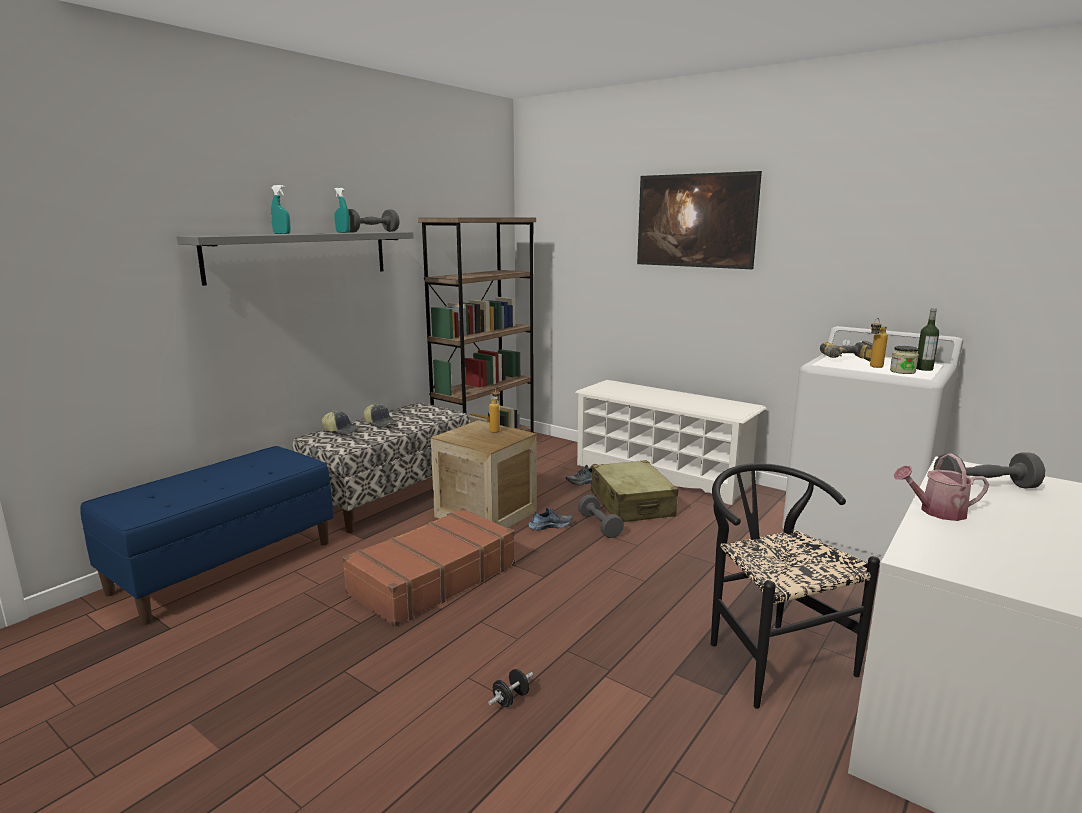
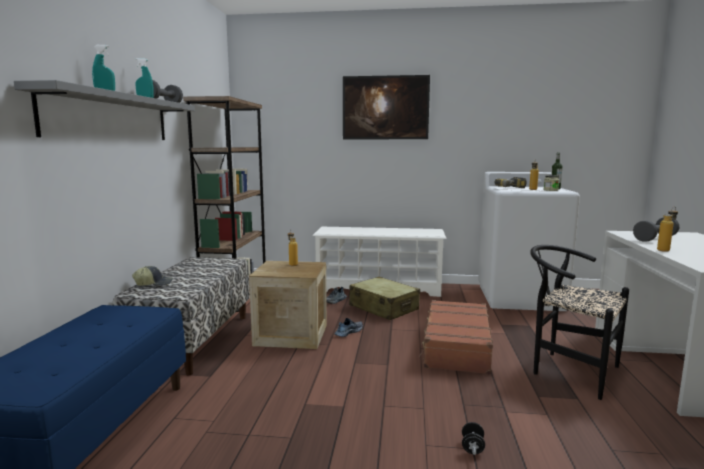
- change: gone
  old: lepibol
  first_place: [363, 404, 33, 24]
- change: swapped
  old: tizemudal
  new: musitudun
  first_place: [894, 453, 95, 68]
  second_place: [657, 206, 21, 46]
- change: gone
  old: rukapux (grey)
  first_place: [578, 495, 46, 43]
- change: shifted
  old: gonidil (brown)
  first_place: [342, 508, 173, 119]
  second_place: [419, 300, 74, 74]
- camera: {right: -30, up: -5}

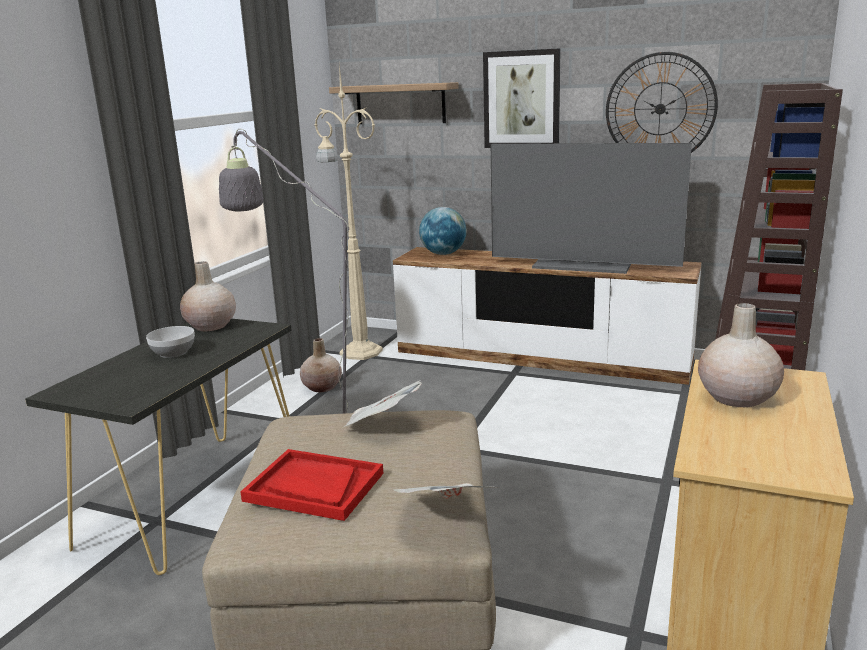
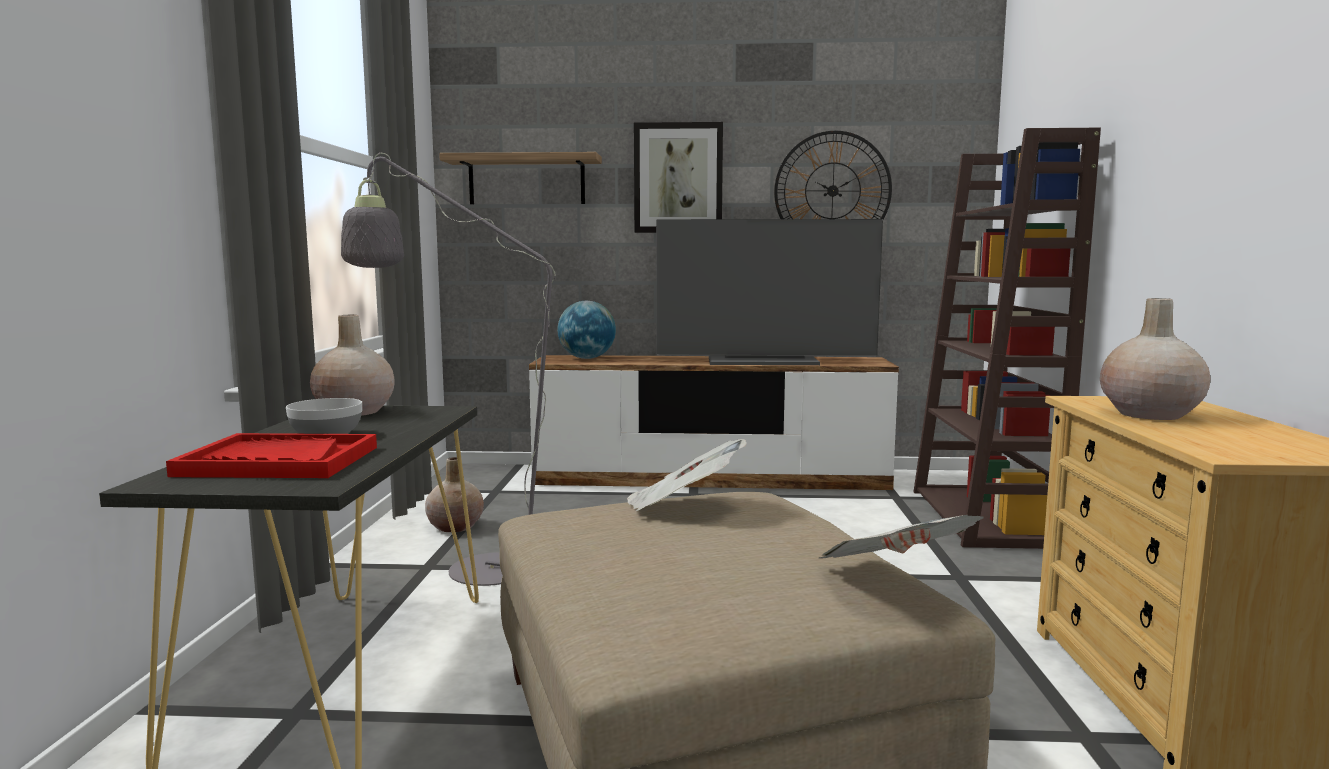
- change: gone
  old: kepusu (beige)
  first_place: [315, 65, 68, 295]
- change: shifted
  old: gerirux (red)
  first_place: [241, 449, 143, 72]
  second_place: [166, 433, 211, 45]
- camera: {right: -20, up: -10}

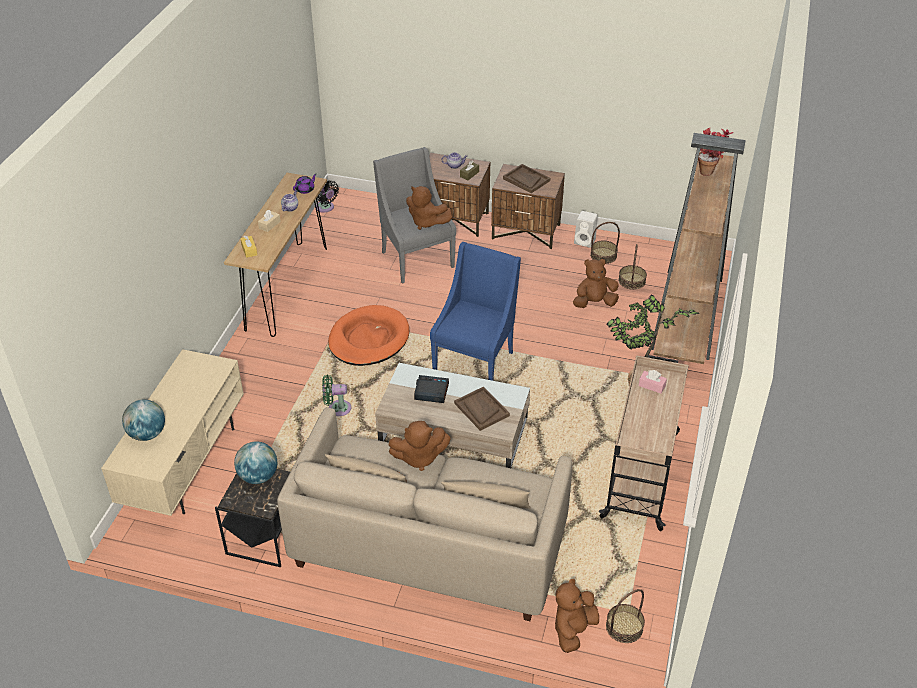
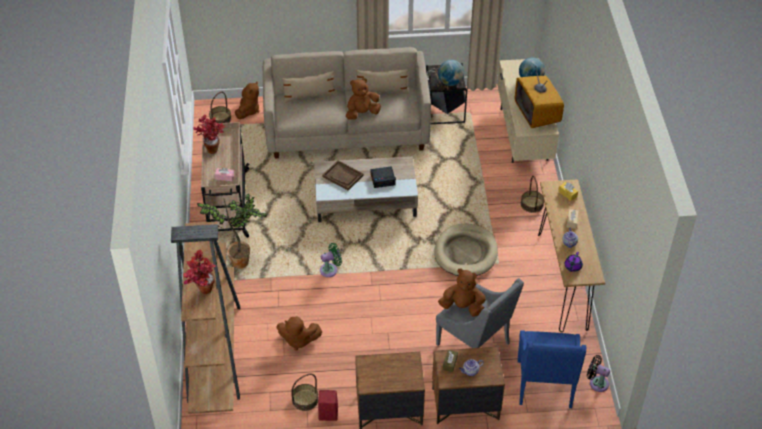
- change: gone
  old: gerirux (brown)
  first_place: [503, 164, 47, 29]
- change: repainted
  old: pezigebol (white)
  new: pezigebol (red)
  first_place: [574, 211, 24, 37]
  second_place: [318, 390, 20, 31]
- change: shifted
  old: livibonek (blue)
  first_place: [430, 242, 91, 139]
  second_place: [517, 330, 69, 78]
- change: shifted
  old: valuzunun
  first_place: [618, 244, 29, 46]
  second_place: [521, 176, 23, 37]
- change: rotated
  old: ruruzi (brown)
  first_place: [573, 259, 46, 49]
  second_place: [276, 316, 47, 35]
  degrees: 45
- change: repainted
  old: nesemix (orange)
  new: nesemix (beige)
  first_place: [328, 305, 81, 61]
  second_place: [434, 224, 64, 52]
- change: shifted
  old: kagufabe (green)
  first_place: [322, 375, 29, 41]
  second_place: [320, 243, 22, 34]
- change: new
  new: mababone
  second_place: [515, 66, 49, 62]
- change: new
  new: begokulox
  second_place: [193, 115, 32, 39]
- camera: {right: 160, up: 5}

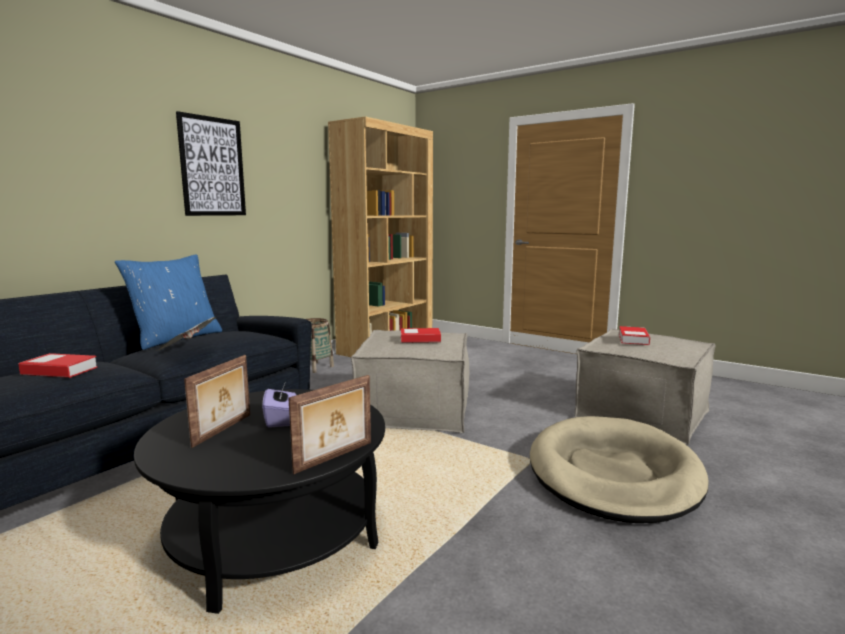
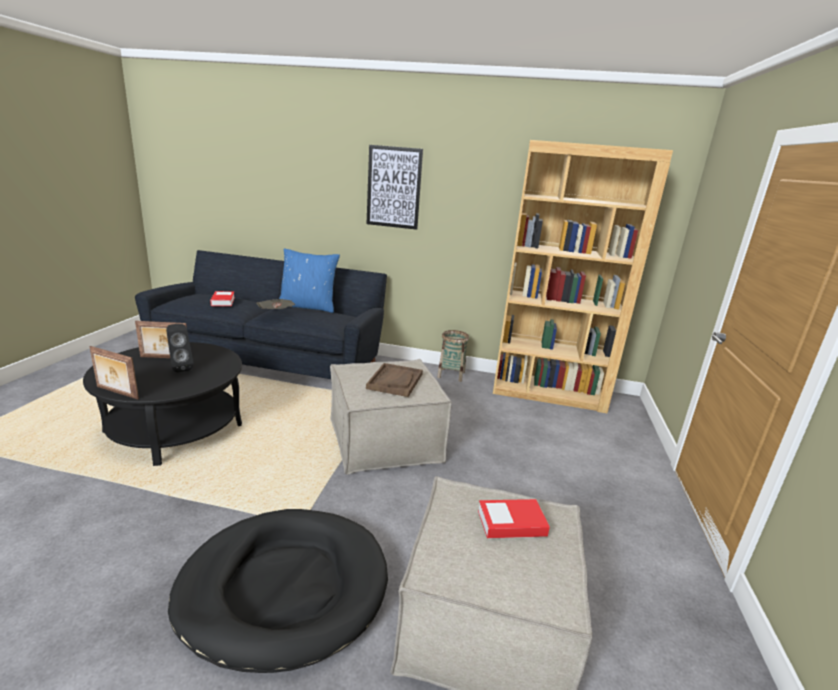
- change: swapped
  old: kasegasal
  new: gerirux (brown)
  first_place: [401, 328, 40, 15]
  second_place: [366, 363, 57, 34]
- change: swapped
  old: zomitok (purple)
  new: pezigebol (black)
  first_place: [262, 384, 34, 44]
  second_place: [166, 324, 28, 48]
- change: repainted
  old: nesemix (beige)
  new: nesemix (black)
  first_place: [530, 416, 179, 107]
  second_place: [168, 509, 220, 164]
- camera: {right: 65, up: 10}

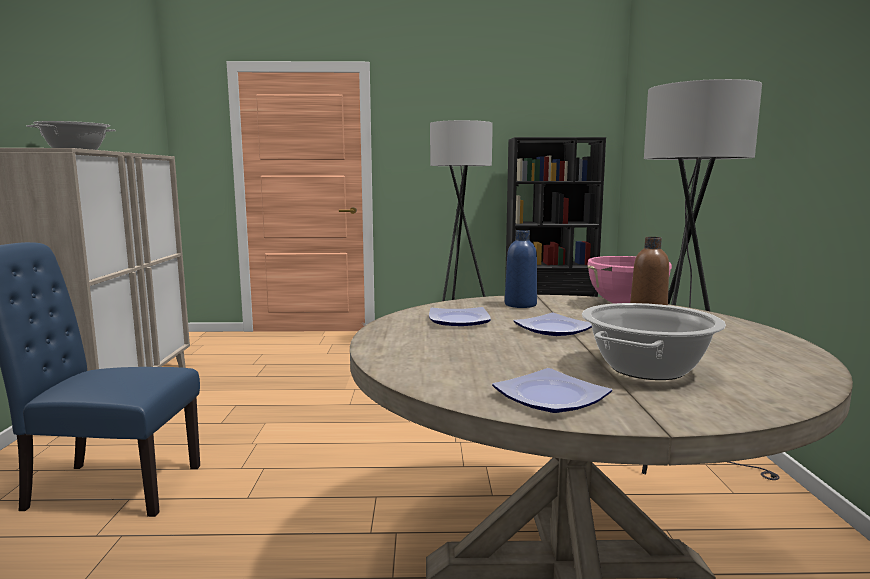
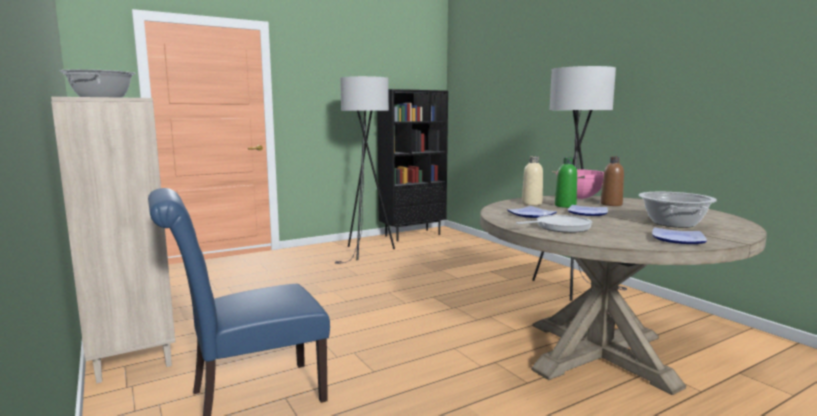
- change: repainted
  old: musitudun (blue)
  new: musitudun (beige)
  first_place: [505, 230, 32, 78]
  second_place: [522, 156, 21, 49]
- change: new
  new: musitudun (green)
  second_place: [555, 157, 22, 51]
- change: new
  new: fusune
  second_place: [516, 215, 76, 18]
- camera: {right: -30, up: 0}

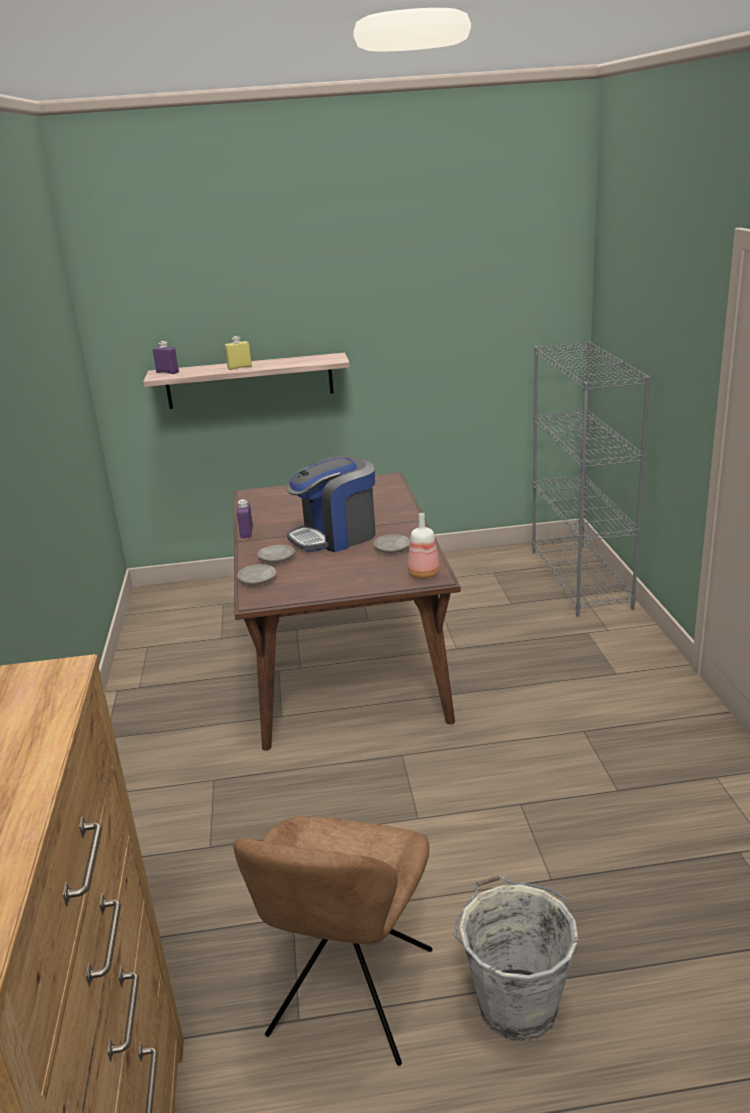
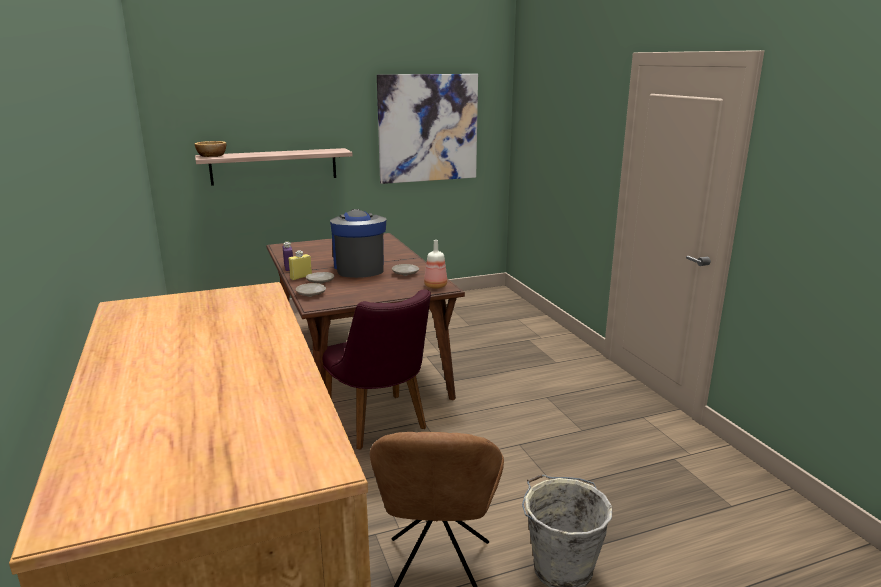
- change: shifted
  old: musitudun (yellow)
  first_place: [225, 336, 27, 34]
  second_place: [288, 250, 24, 30]
- change: swapped
  old: musitudun (purple)
  new: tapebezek
  first_place: [153, 341, 26, 33]
  second_place: [195, 141, 31, 16]
- change: gone
  old: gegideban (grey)
  first_place: [532, 341, 118, 276]
- change: rotated
  old: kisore
  first_place: [285, 456, 91, 96]
  second_place: [330, 209, 56, 69]
  degrees: 120
- change: new
  new: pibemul
  second_place: [377, 74, 101, 110]
- change: new
  new: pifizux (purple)
  second_place: [323, 289, 108, 161]
- camera: {right: -15, up: -5}

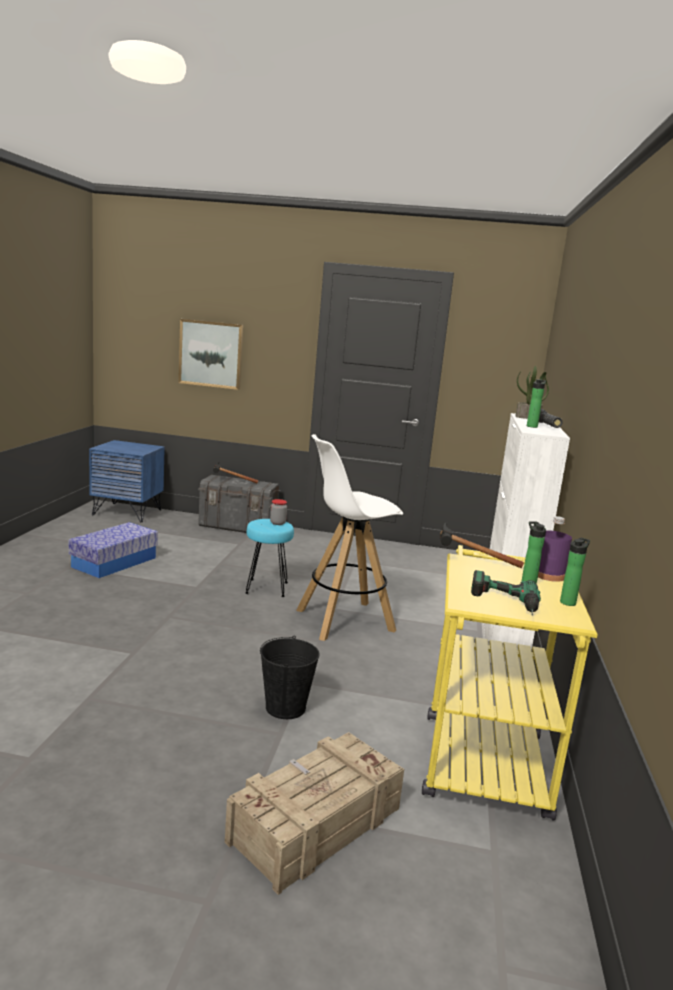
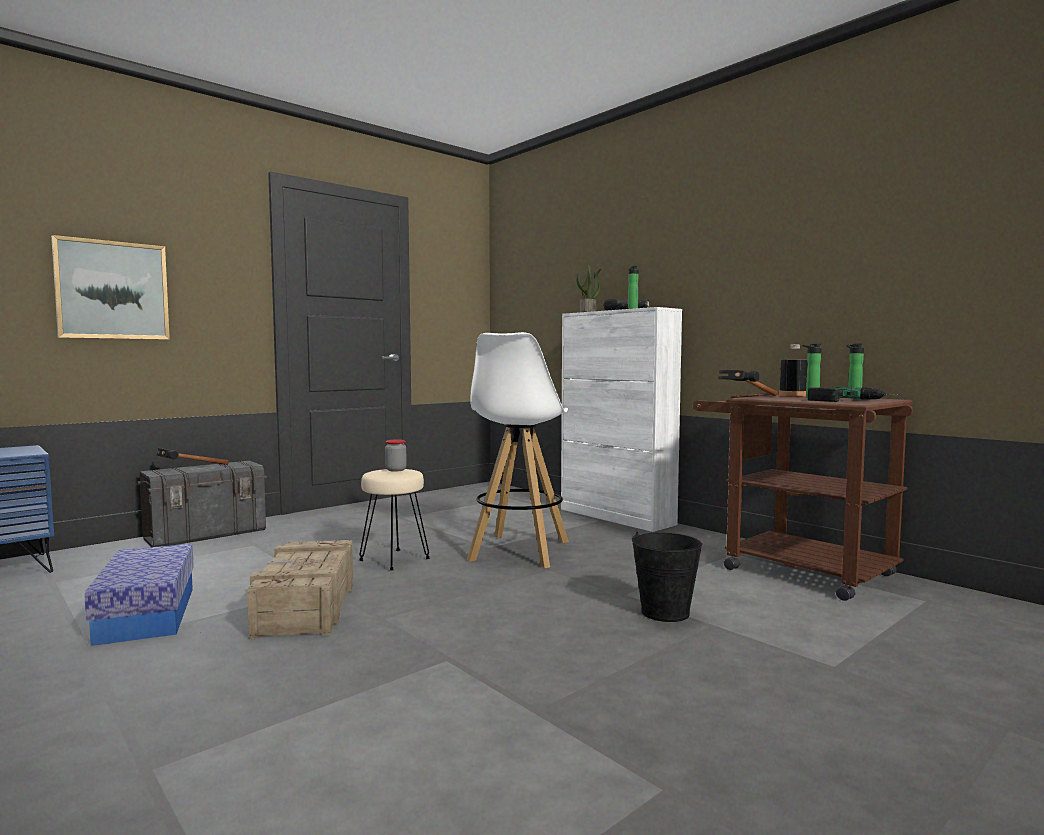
- change: repainted
  old: musitudun (purple)
  new: musitudun (black)
  first_place: [538, 516, 34, 66]
  second_place: [779, 344, 29, 52]
- change: repainted
  old: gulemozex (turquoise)
  new: gulemozex (beige)
  first_place: [245, 519, 49, 78]
  second_place: [359, 469, 71, 102]
- change: repainted
  old: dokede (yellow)
  new: dokede (brown)
  first_place: [422, 545, 176, 276]
  second_place: [693, 393, 220, 208]
- change: shifted
  old: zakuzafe
  first_place: [225, 732, 179, 163]
  second_place: [247, 540, 106, 99]
- camera: {right: -50, up: -10}

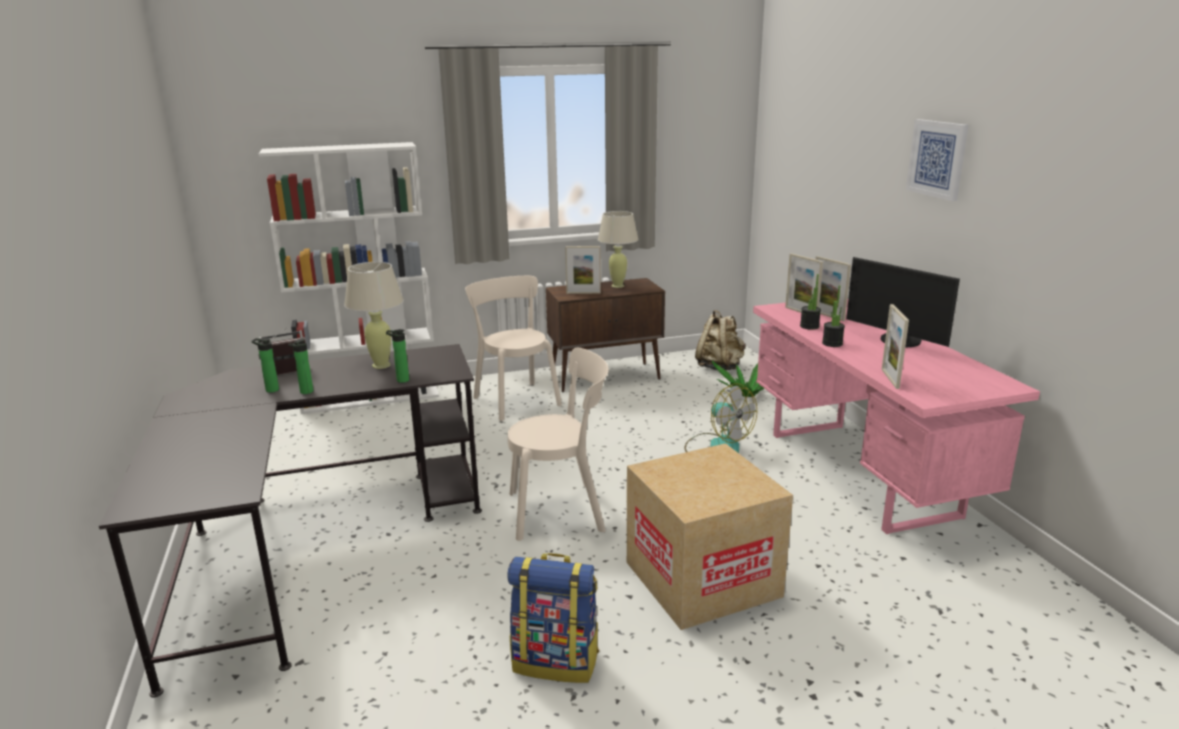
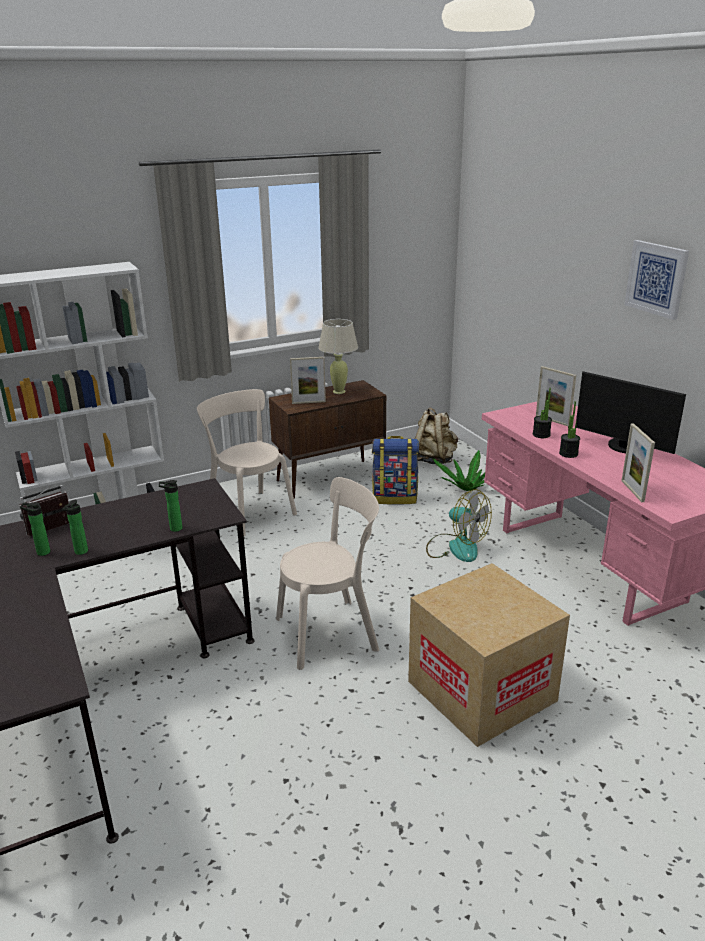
- change: gone
  old: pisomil
  first_place: [785, 253, 38, 60]
- change: gone
  old: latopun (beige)
  first_place: [344, 262, 59, 107]
- change: shifted
  old: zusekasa
  first_place: [508, 553, 91, 130]
  second_place: [372, 436, 47, 68]
- camera: {right: -10, up: 5}

